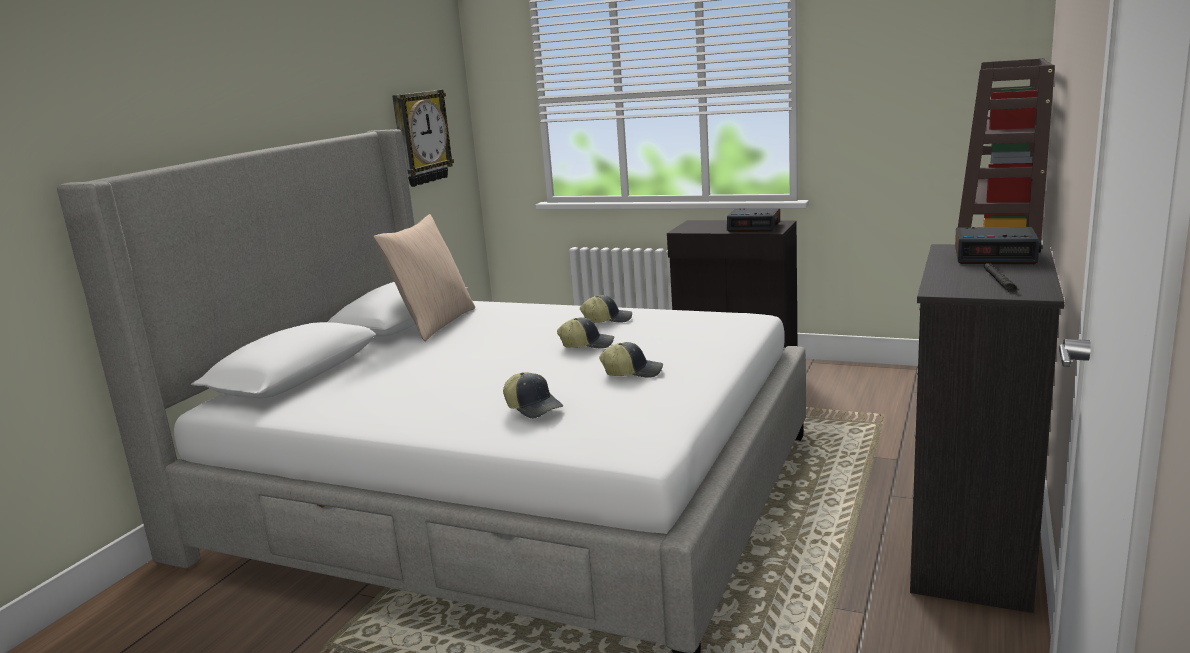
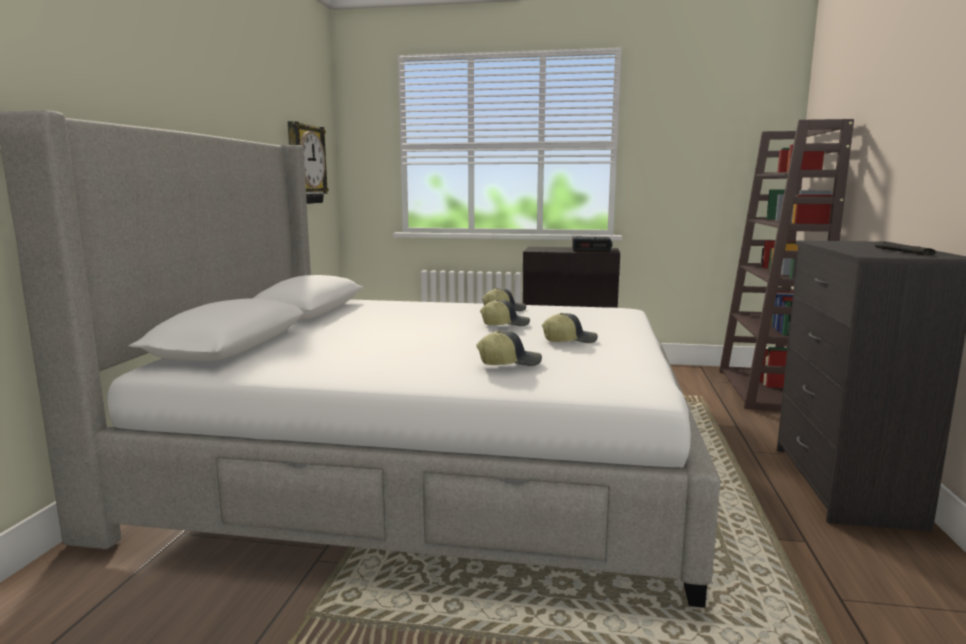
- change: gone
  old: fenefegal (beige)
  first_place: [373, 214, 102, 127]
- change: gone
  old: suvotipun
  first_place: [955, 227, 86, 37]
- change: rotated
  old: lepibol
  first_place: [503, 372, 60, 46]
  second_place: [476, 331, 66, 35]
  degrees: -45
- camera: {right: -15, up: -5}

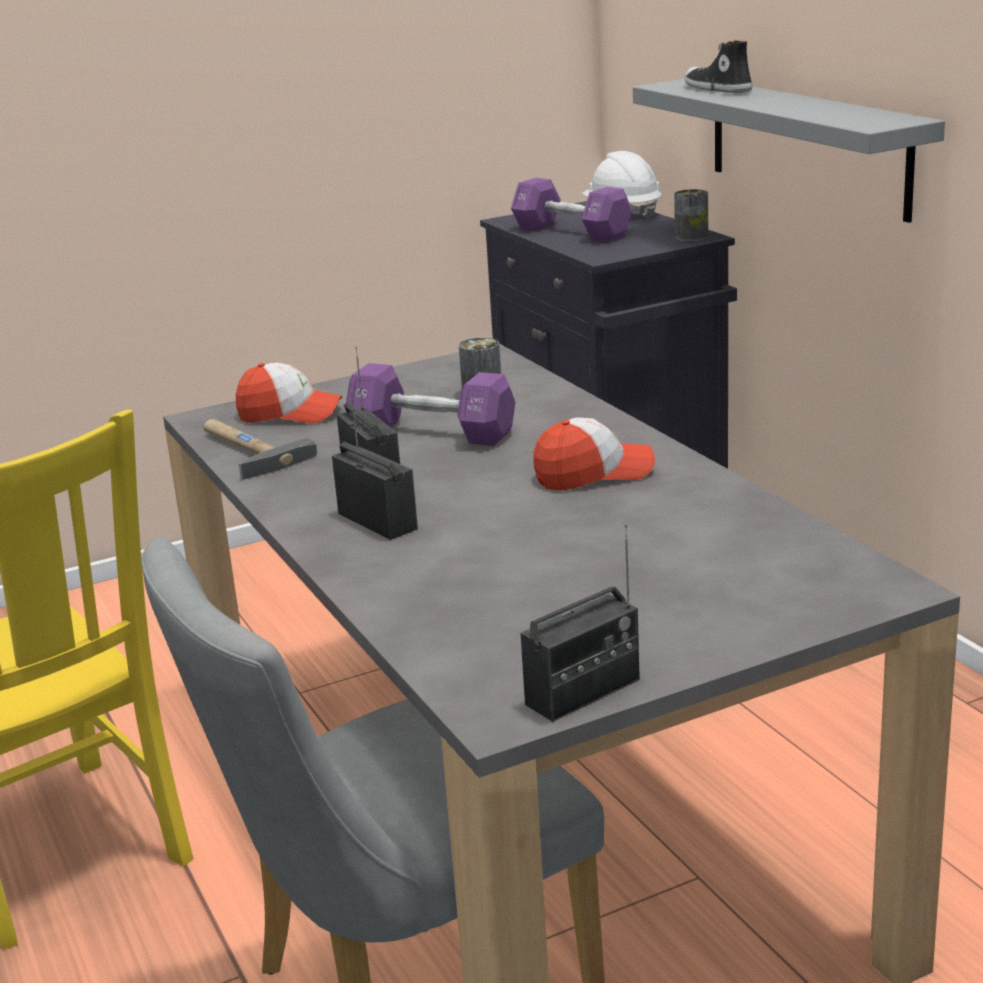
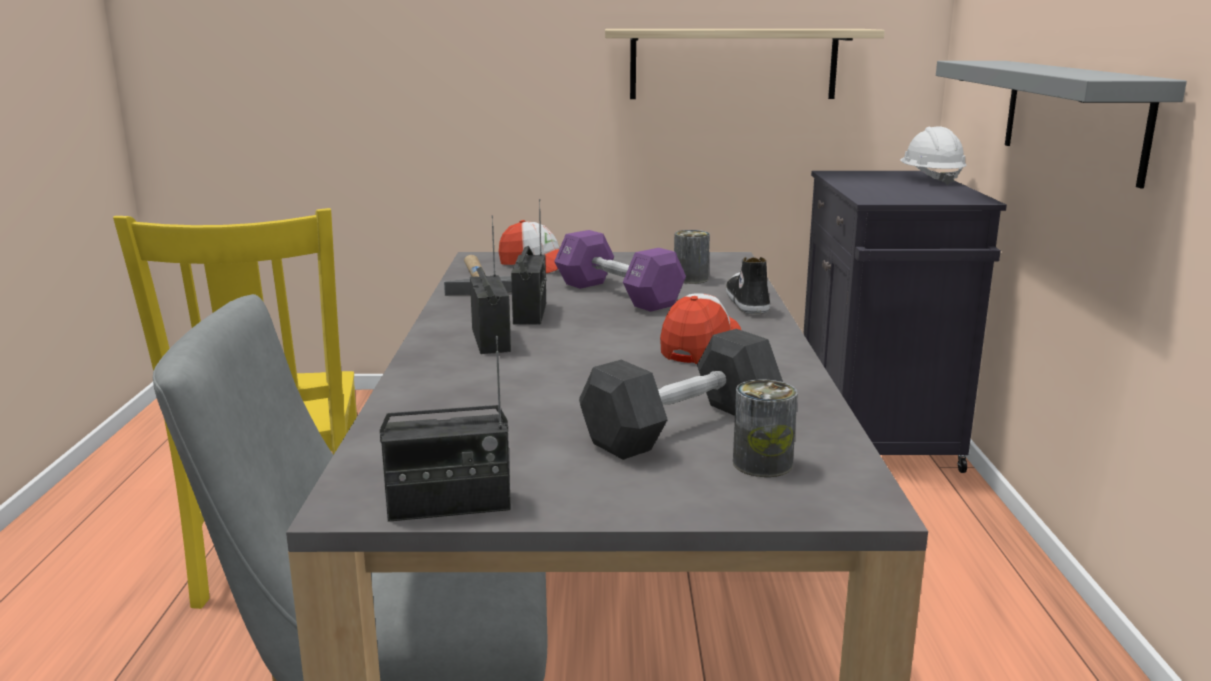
- change: shifted
  old: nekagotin
  first_place: [685, 40, 68, 53]
  second_place: [726, 257, 44, 58]
- change: gone
  old: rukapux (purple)
  first_place: [511, 178, 121, 64]
- change: shifted
  old: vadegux
  first_place: [674, 189, 34, 53]
  second_place: [733, 379, 65, 98]
- change: rotated
  old: lepibol
  first_place: [533, 418, 122, 73]
  second_place: [660, 293, 81, 71]
  degrees: -75
- change: new
  new: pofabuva
  second_place: [605, 29, 280, 70]
- change: new
  new: rukapux (grey)
  second_place: [579, 329, 204, 131]
- camera: {right: 25, up: -5}

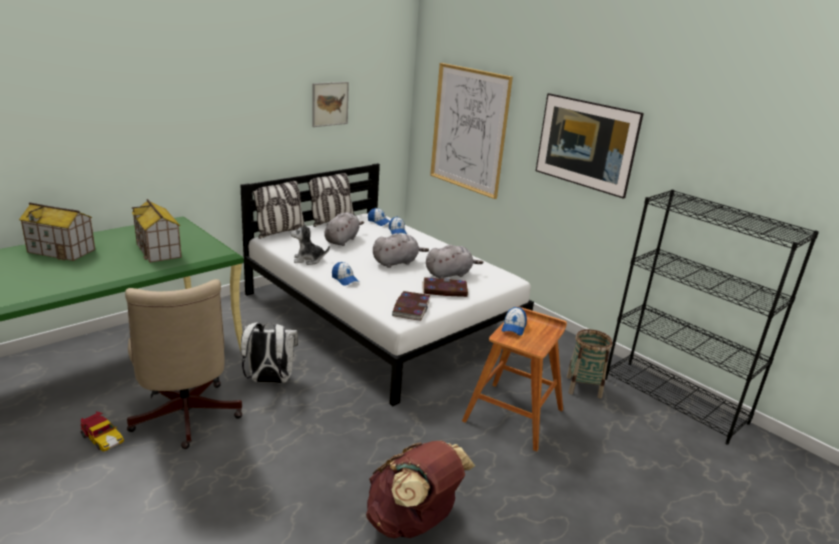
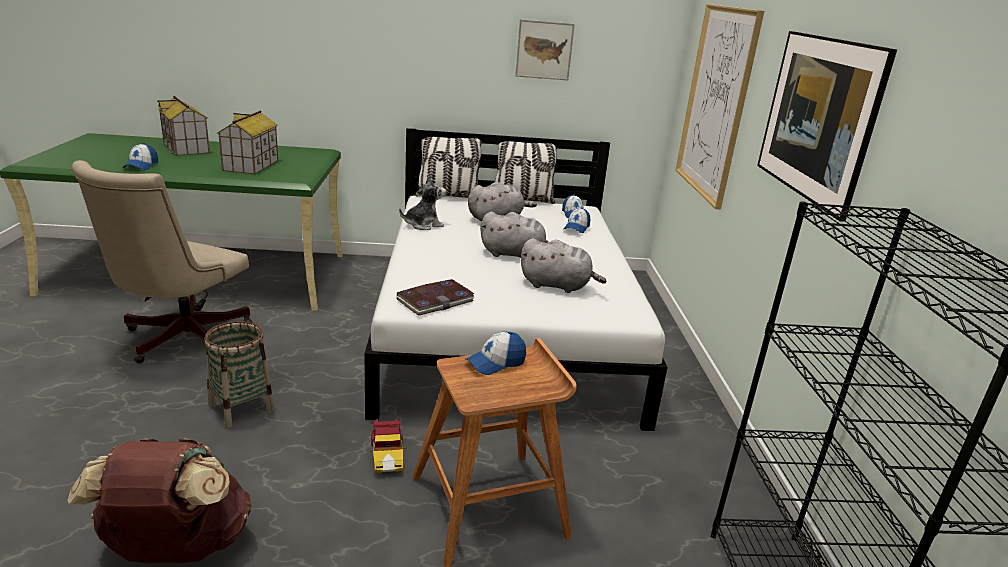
- change: rotated
  old: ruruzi
  first_place: [291, 223, 39, 42]
  second_place: [399, 176, 47, 54]
  degrees: 120
- change: shifted
  old: lepibol
  first_place: [332, 262, 27, 24]
  second_place: [123, 143, 35, 27]
- change: gone
  old: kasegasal
  first_place: [422, 277, 46, 20]
- change: gone
  old: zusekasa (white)
  first_place: [241, 323, 57, 60]
- change: shifted
  old: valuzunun
  first_place: [567, 329, 45, 70]
  second_place: [204, 321, 70, 107]
- change: shifted
  old: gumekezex
  first_place: [80, 411, 44, 41]
  second_place: [369, 418, 38, 55]
- camera: {right: 40, up: 0}

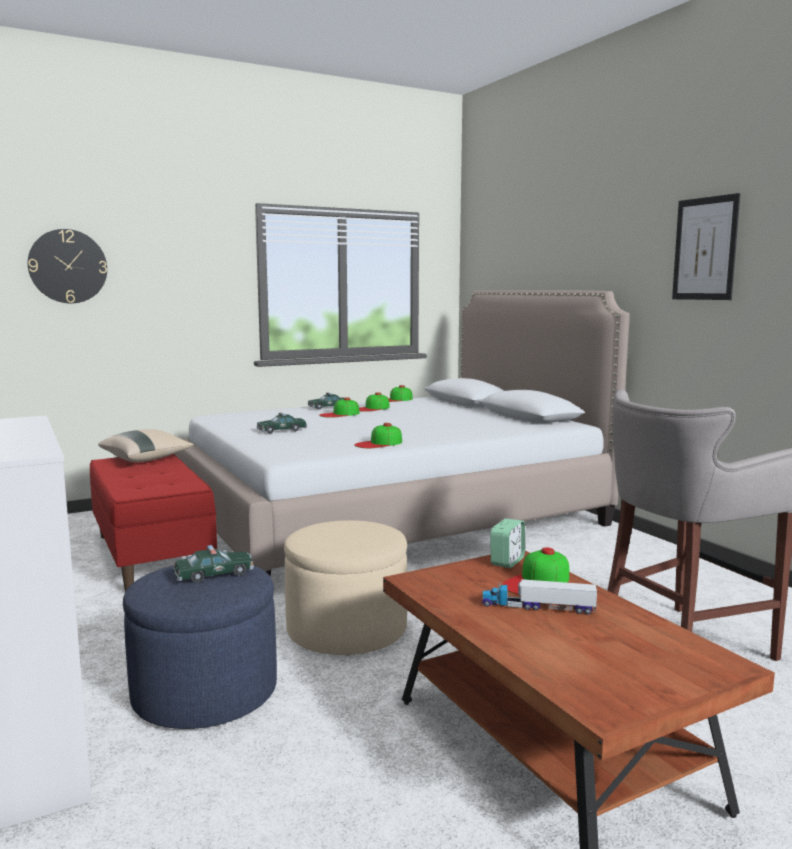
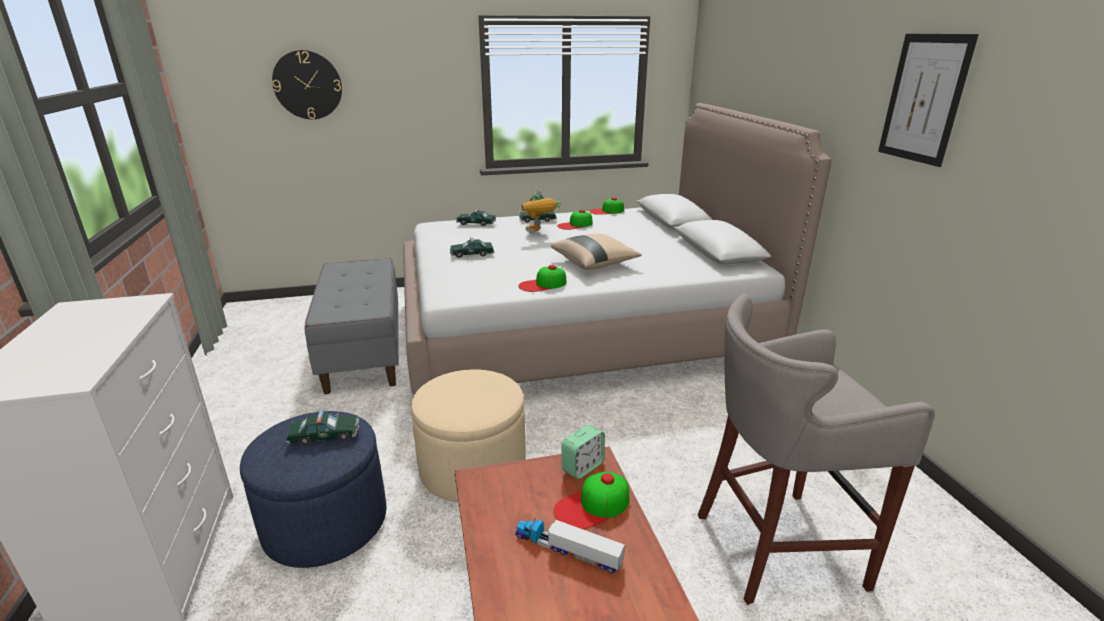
- change: swapped
  old: lepibol
  new: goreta
  first_place: [319, 397, 40, 21]
  second_place: [521, 188, 40, 46]
- change: shifted
  old: fenefegal (beige)
  first_place: [98, 429, 96, 33]
  second_place: [551, 234, 91, 36]
- change: repainted
  old: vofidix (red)
  new: vofidix (grey)
  first_place: [90, 454, 127, 137]
  second_place: [305, 258, 94, 136]
- change: new
  new: gumekezex
  second_place: [456, 209, 40, 17]
- camera: {right: 15, up: 15}

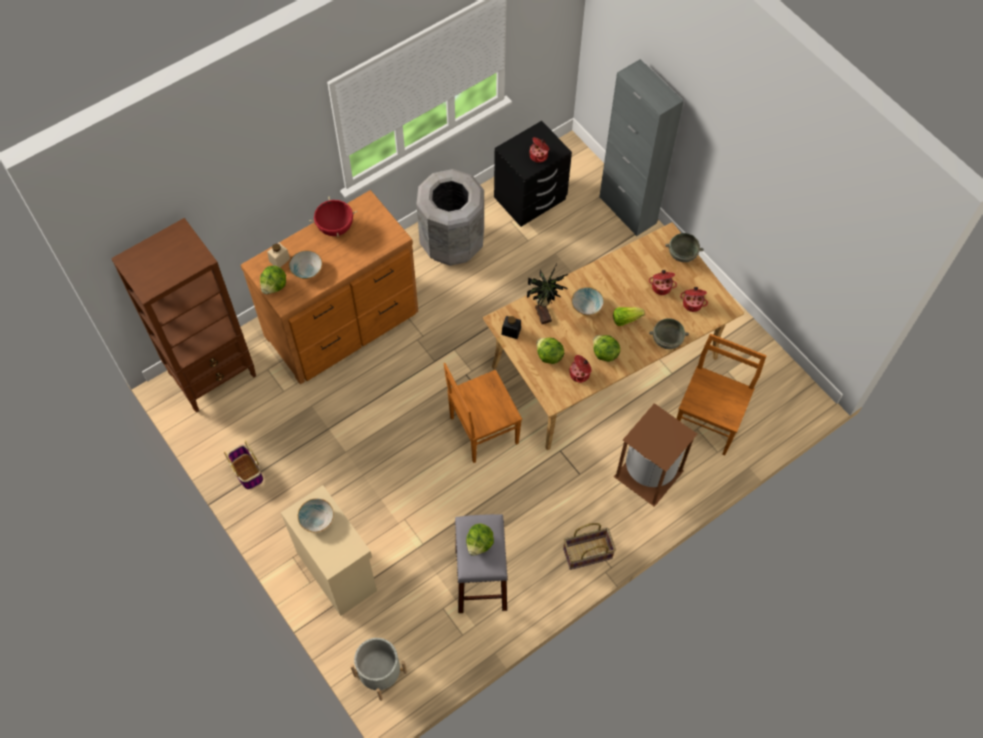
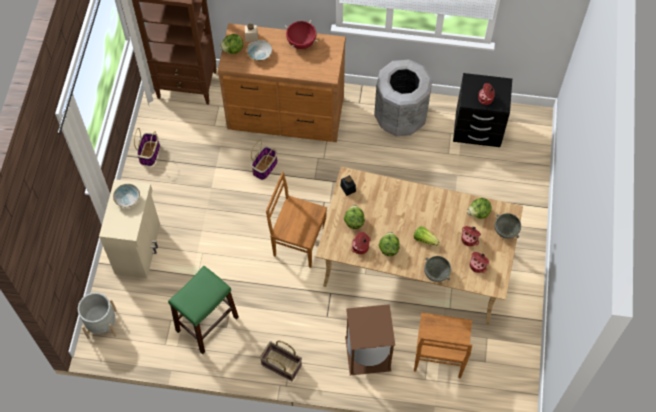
- change: gone
  old: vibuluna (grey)
  first_place: [599, 59, 85, 177]
- change: gone
  old: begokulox
  first_place: [527, 264, 41, 60]
- change: gone
  old: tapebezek
  first_place: [571, 287, 33, 28]
- change: rotated
  old: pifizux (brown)
  first_place: [677, 334, 89, 121]
  second_place: [414, 312, 58, 66]
  degrees: 120
- change: repainted
  old: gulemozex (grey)
  new: gulemozex (green)
  first_place: [455, 514, 53, 99]
  second_place: [168, 266, 71, 88]
- change: shifted
  old: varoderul
  first_place: [466, 523, 28, 33]
  second_place: [467, 198, 25, 21]
- change: new
  new: valuzunun
  second_place: [251, 140, 27, 40]
- camera: {right: 45, up: 0}

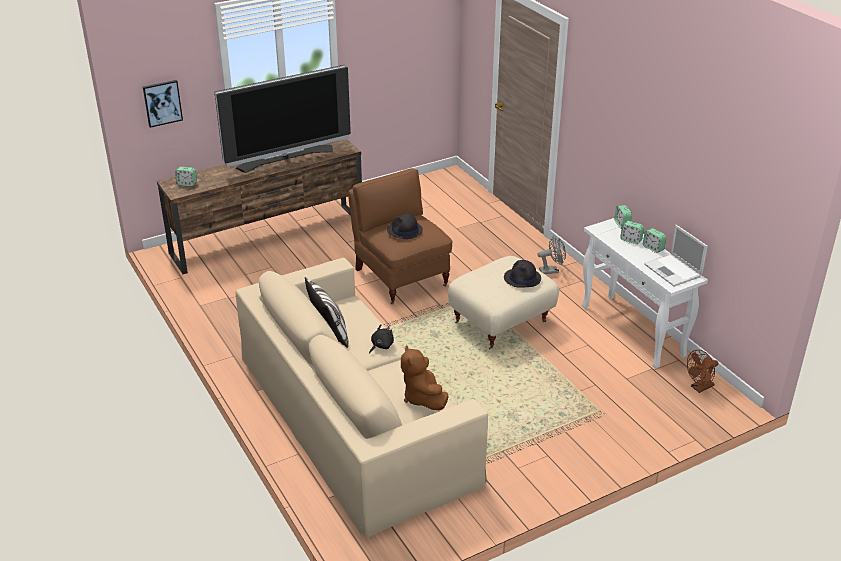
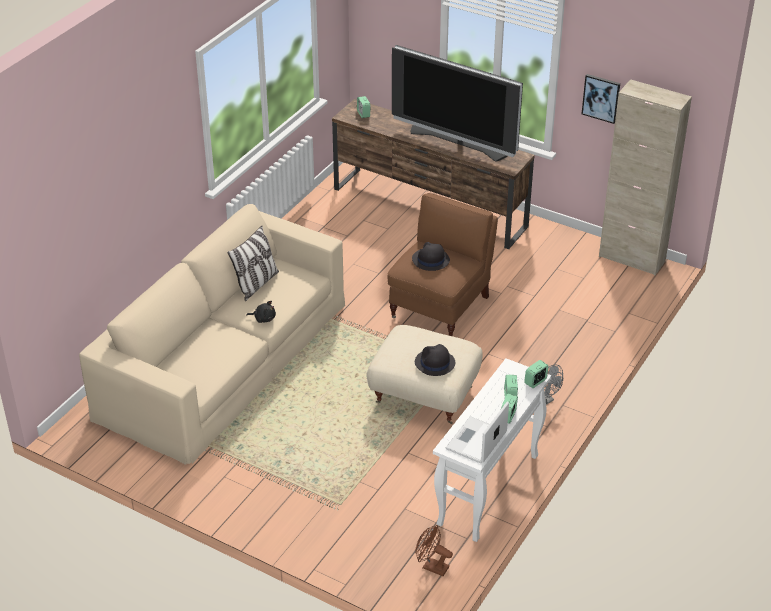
- change: shifted
  old: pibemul
  first_place: [143, 80, 40, 48]
  second_place: [582, 74, 38, 50]
- change: gone
  old: ruruzi (brown)
  first_place: [401, 345, 48, 65]
- change: new
  new: vibuluna (beige)
  second_place: [599, 79, 93, 196]
- camera: {right: 60, up: 5}

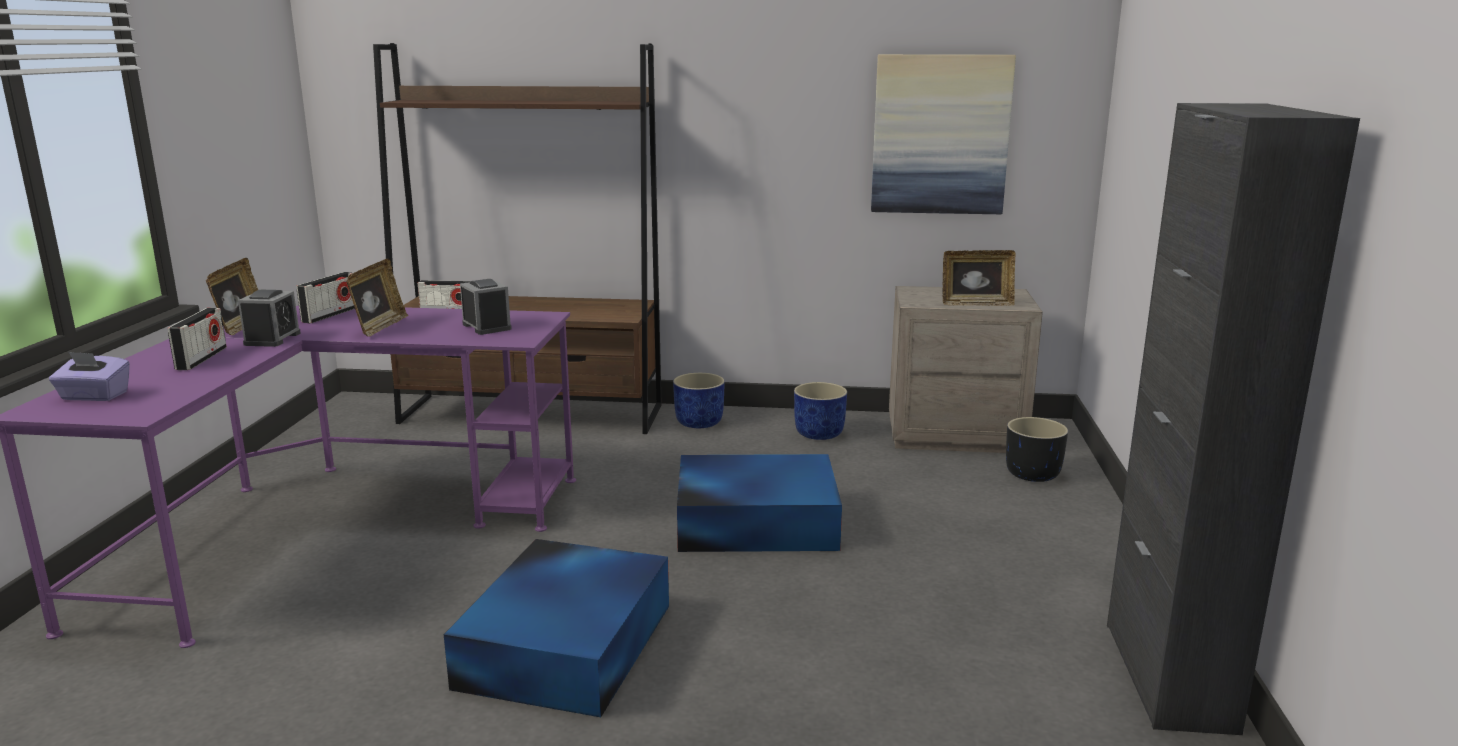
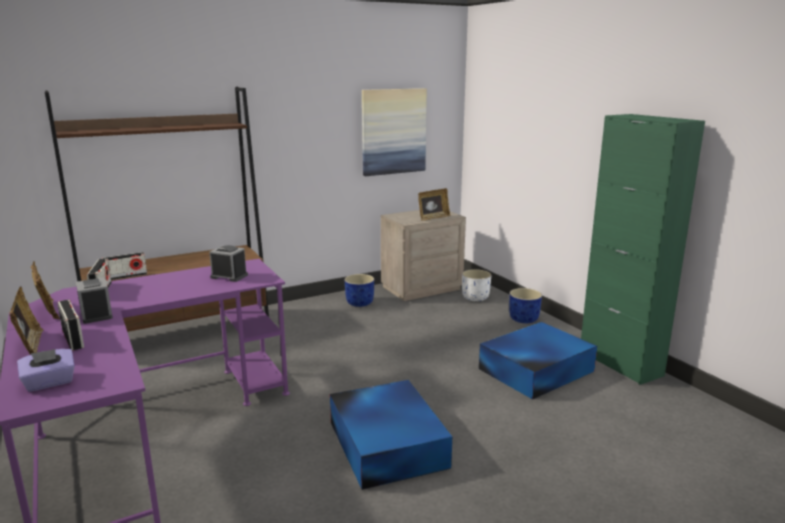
- change: repainted
  old: vibuluna (black)
  new: vibuluna (green)
  first_place: [1107, 103, 253, 632]
  second_place: [581, 114, 124, 271]
- change: shifted
  old: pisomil
  first_place: [346, 258, 62, 79]
  second_place: [10, 286, 33, 69]
- change: shifted
  old: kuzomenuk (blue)
  first_place: [673, 373, 52, 55]
  second_place: [509, 288, 33, 35]
- change: repainted
  old: kuzomenuk (black)
  new: kuzomenuk (white)
  first_place: [1006, 417, 62, 65]
  second_place: [462, 269, 29, 32]
- change: shifted
  old: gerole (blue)
  first_place: [677, 454, 165, 98]
  second_place: [479, 322, 118, 77]
- camera: {right: -35, up: 0}

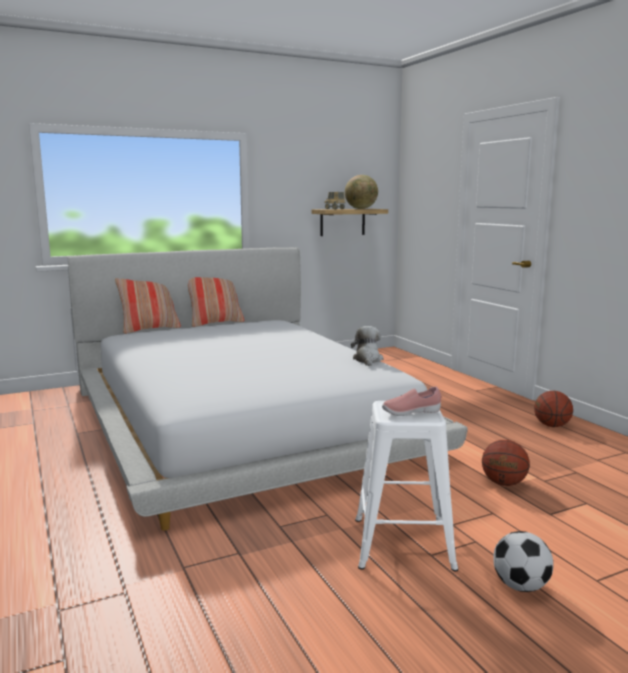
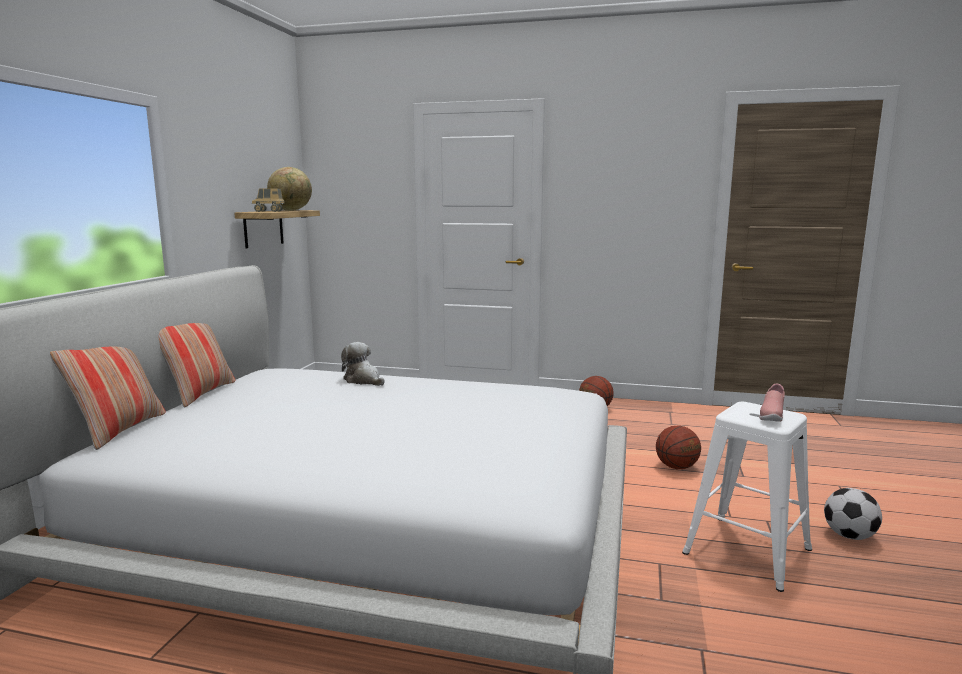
- change: shifted
  old: ruruzi
  first_place: [351, 326, 33, 40]
  second_place: [341, 342, 44, 44]
- camera: {right: -50, up: 0}

